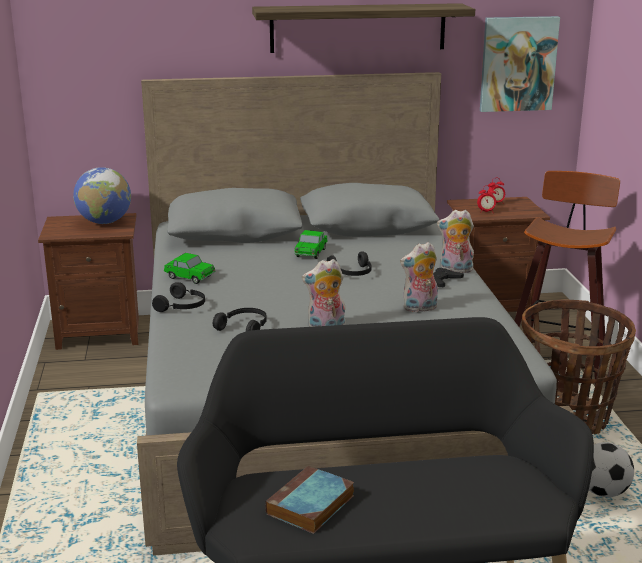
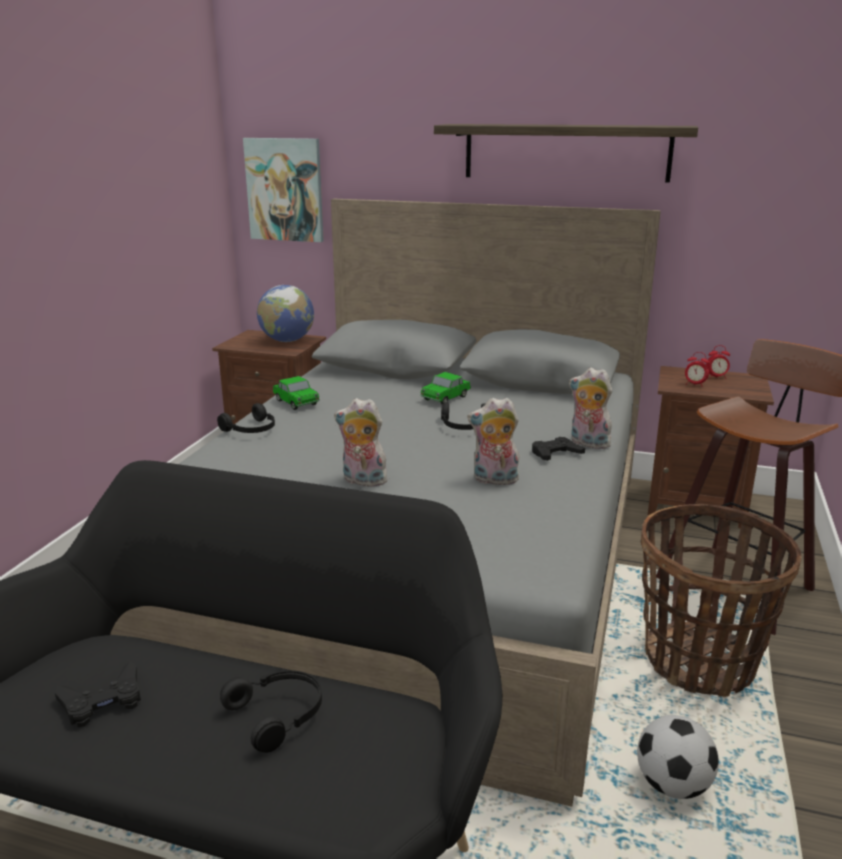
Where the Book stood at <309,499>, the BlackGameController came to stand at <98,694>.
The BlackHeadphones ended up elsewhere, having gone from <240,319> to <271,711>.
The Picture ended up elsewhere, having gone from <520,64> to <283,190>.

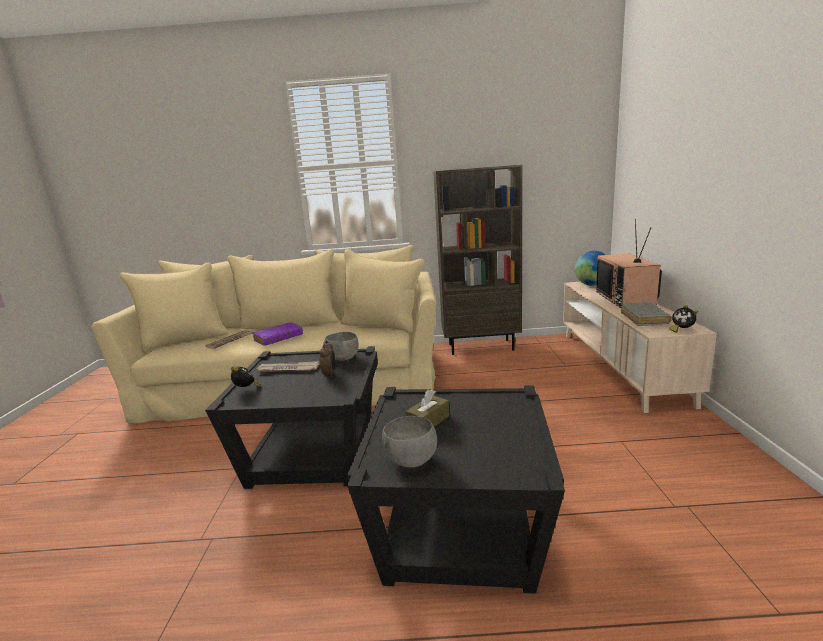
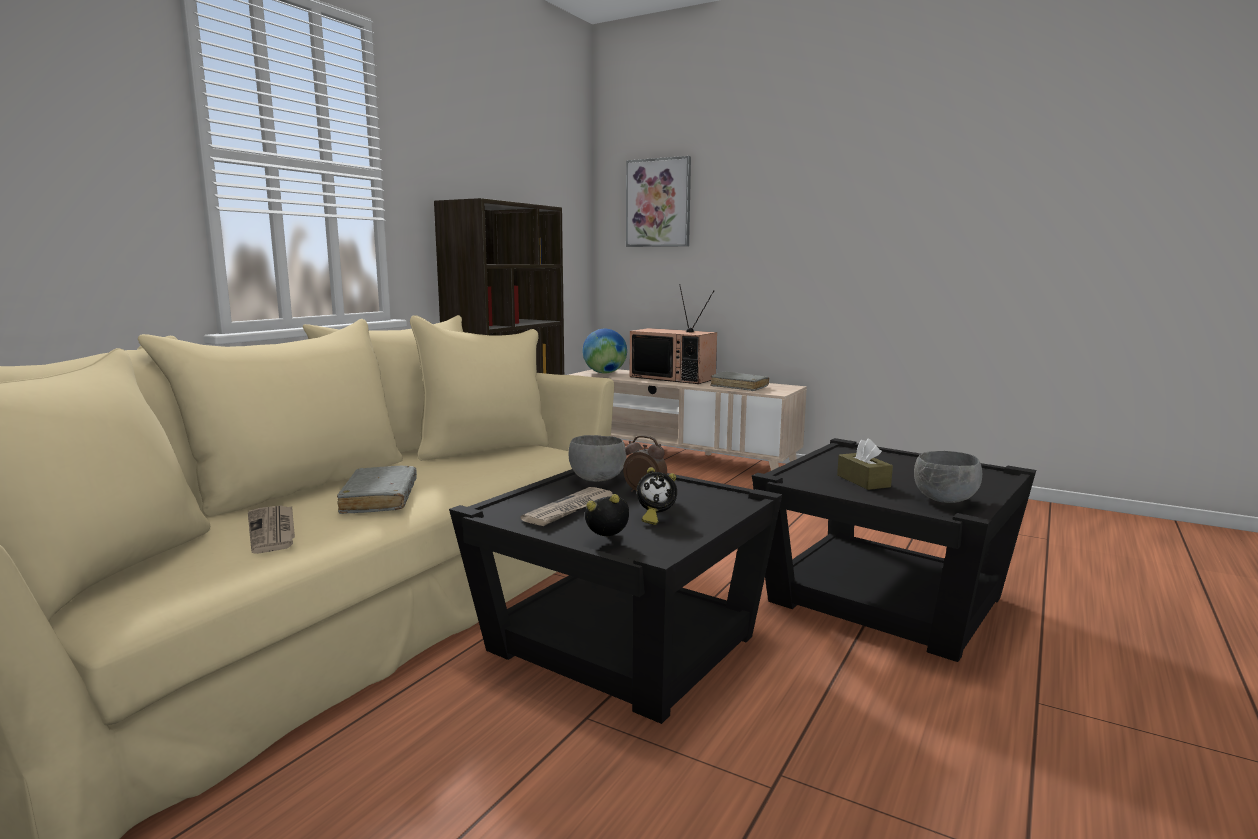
What was the PurpleBook at <277,334> turned into the GreyBook at <377,490>.
The second view gained the Picture at <658,201>.
The AlarmClock ended up elsewhere, having gone from <683,319> to <657,496>.

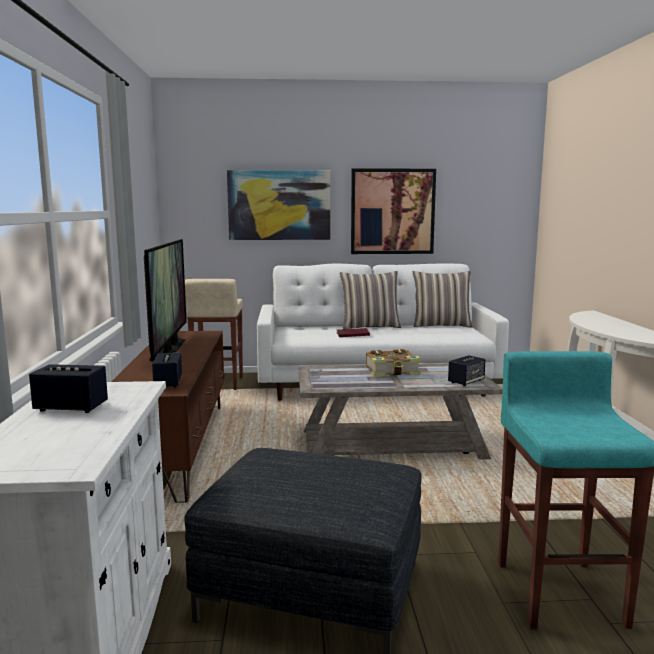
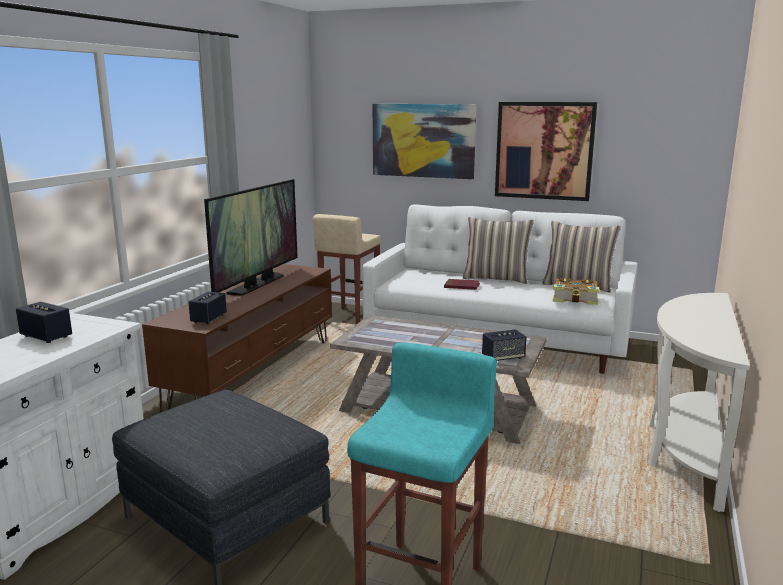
The Book ended up elsewhere, having gone from <393,363> to <576,291>.

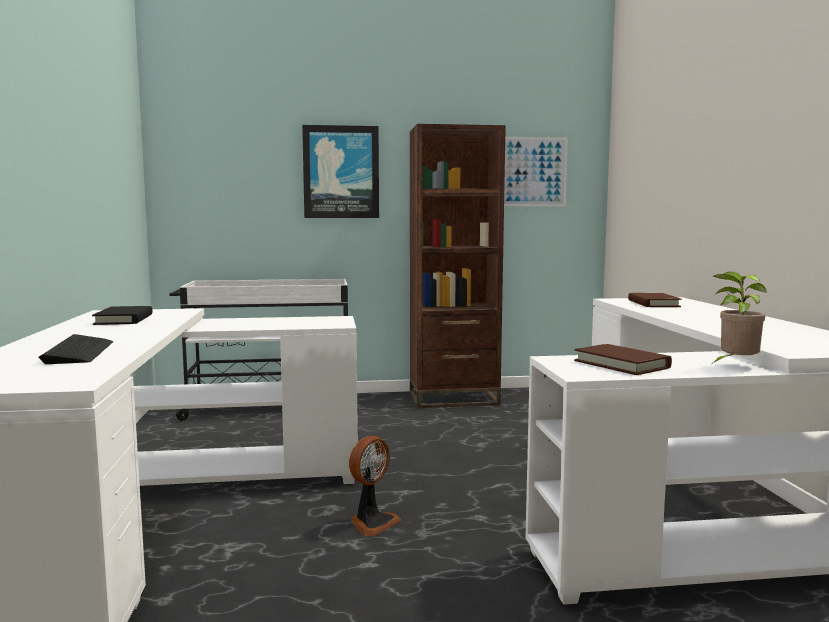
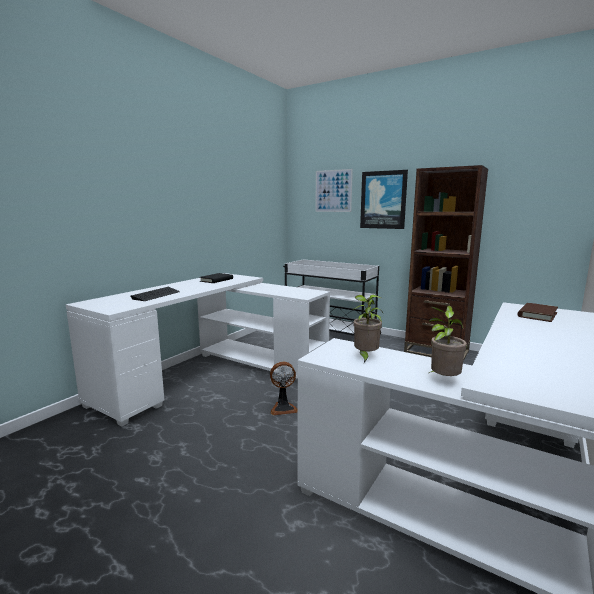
The Picture ended up elsewhere, having gone from <536,172> to <334,190>.
Where the BrownBook stood at <623,359>, the PottedPlant came to stand at <368,328>.

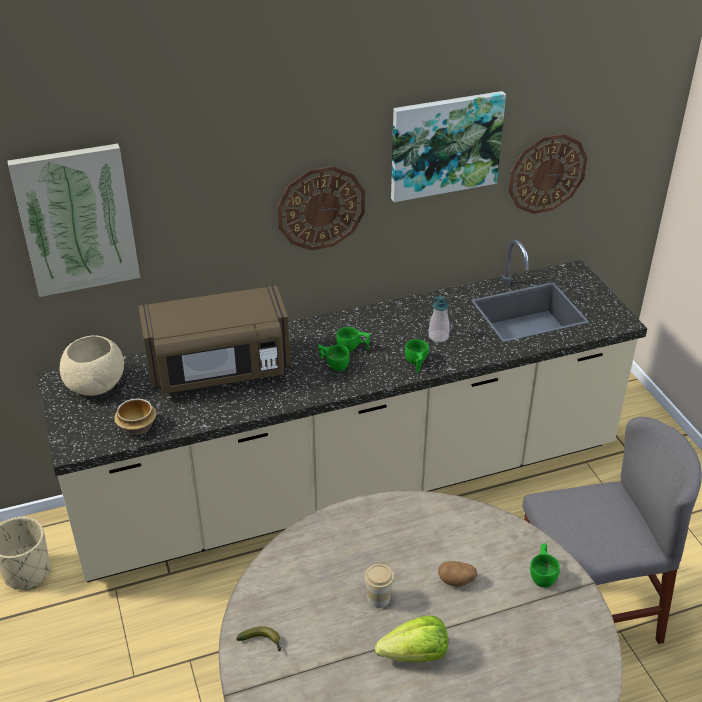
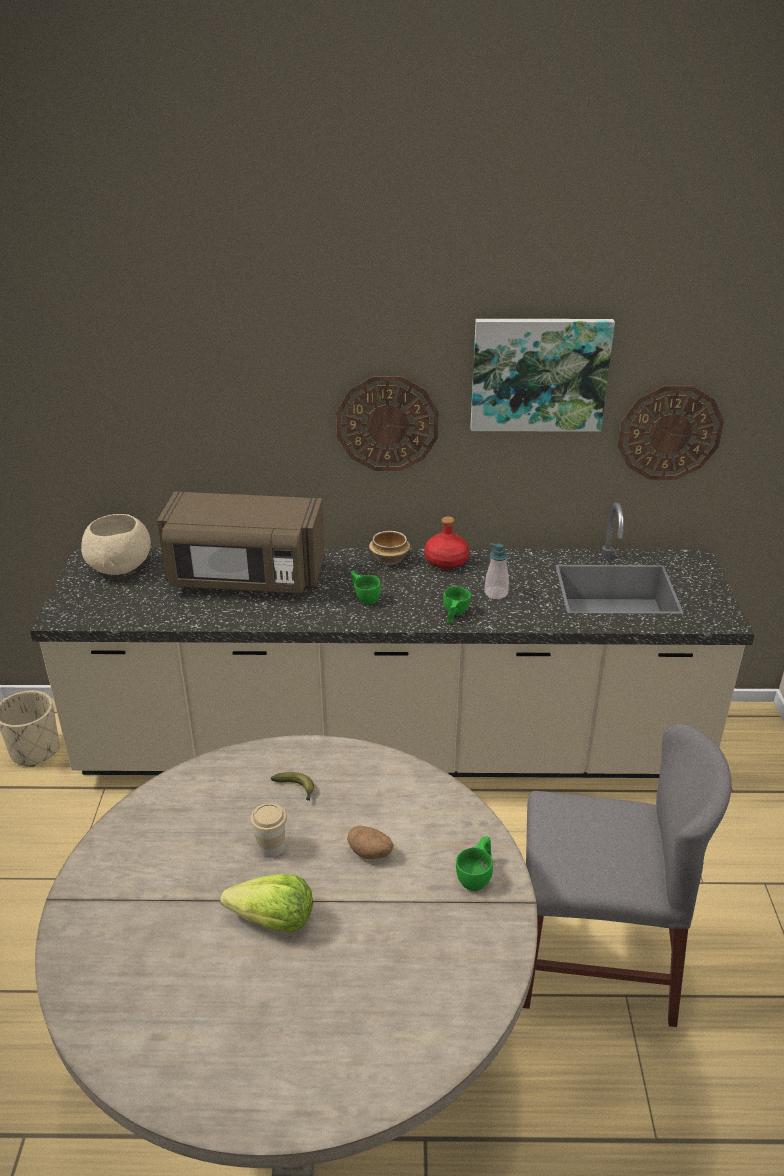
The Banana ended up elsewhere, having gone from <258,638> to <292,786>.
The Bowl ended up elsewhere, having gone from <135,417> to <389,548>.
The second view gained the RedBottle at <447,542>.
The second view lost the Picture at <73,220>.
The second view lost the GreenCup at <353,339>.

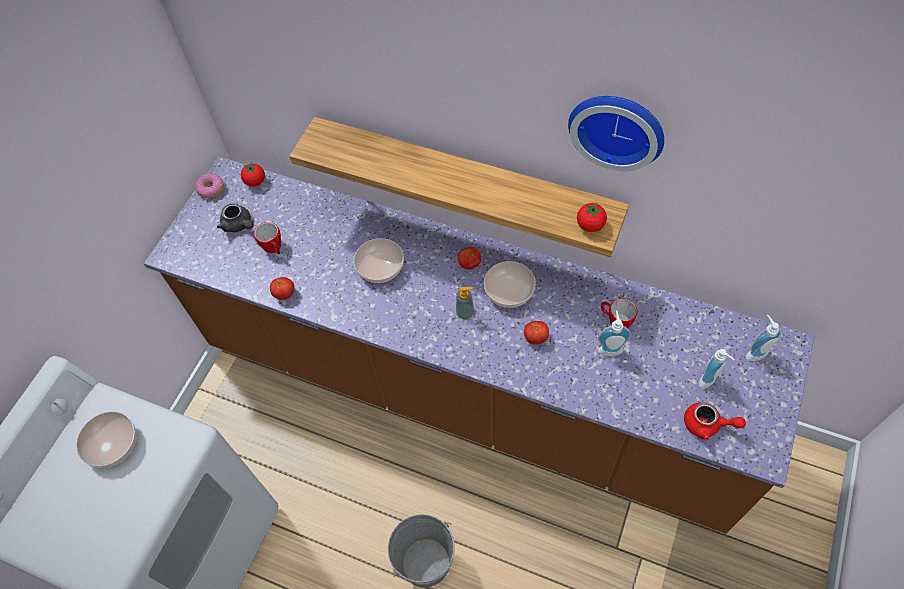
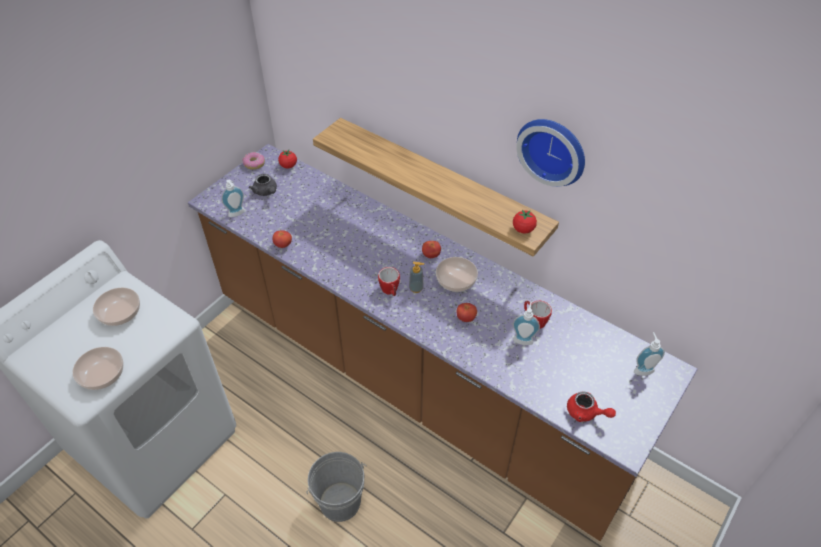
The Bowl ended up elsewhere, having gone from <379,260> to <98,368>.
The SoapDispenser ended up elsewhere, having gone from <717,369> to <233,198>.
The Mug ended up elsewhere, having gone from <267,238> to <389,281>.

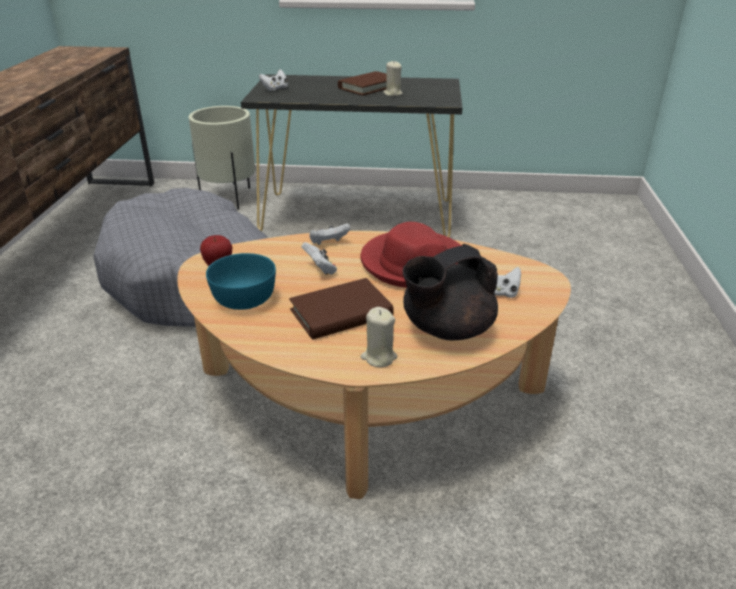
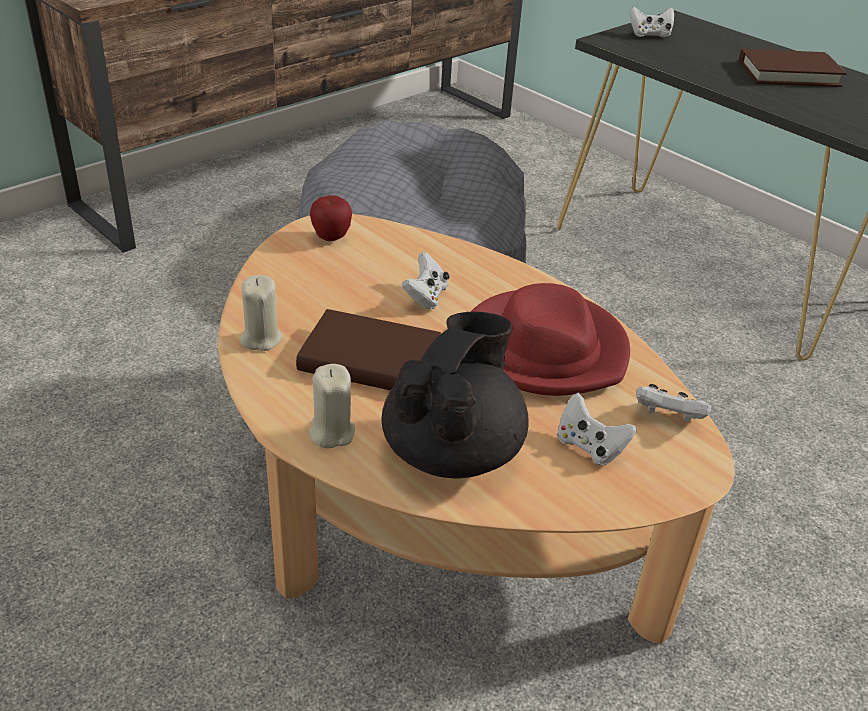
The BeigeCandle ended up elsewhere, having gone from <393,78> to <261,313>.
The BlackTeapot at <450,292> ended up facing another way, 105 degrees clockwise from before.
The WhiteGameController ended up elsewhere, having gone from <330,234> to <673,403>.
The second view lost the BeigePlanter at <221,158>.
The second view lost the TurquoiseBowl at <241,281>.

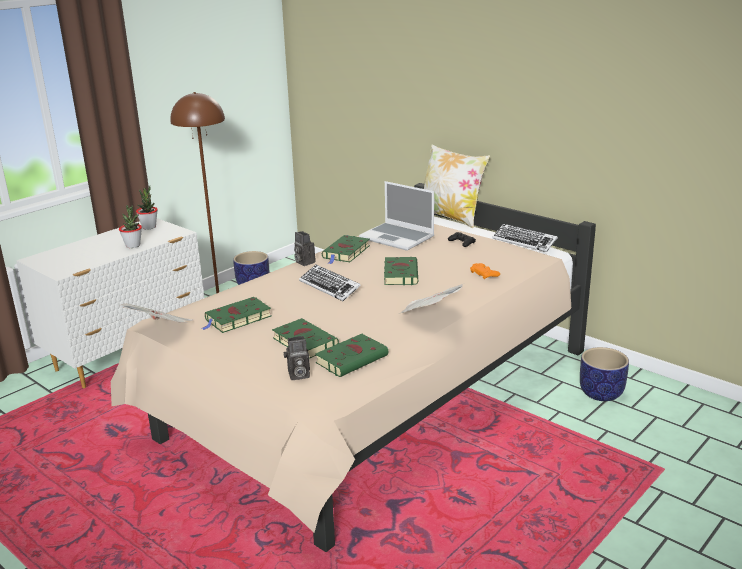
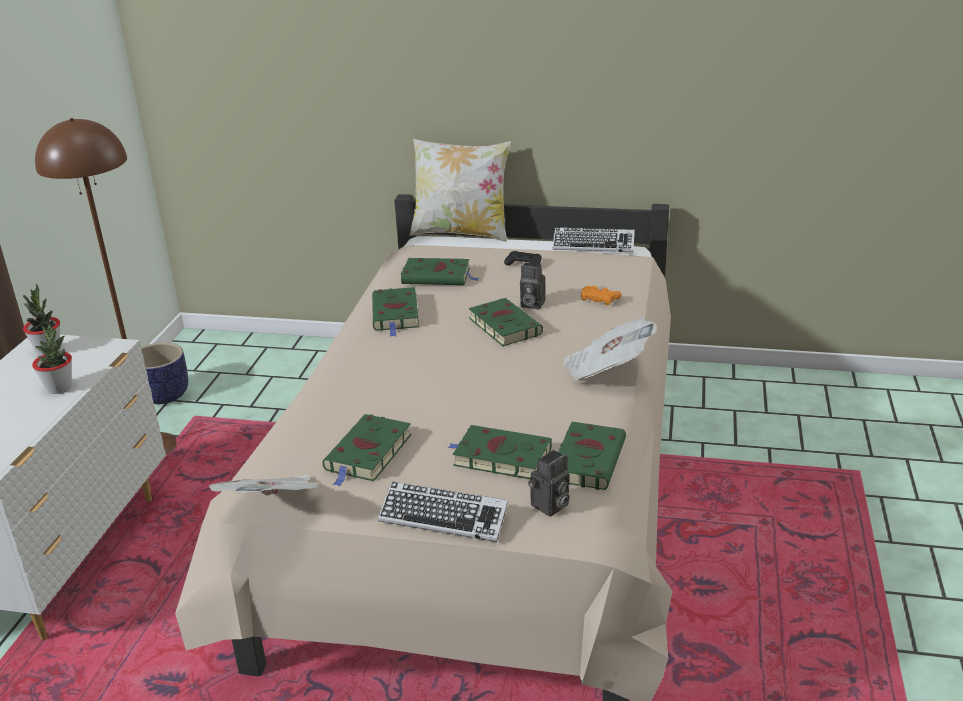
The Keyboard ended up elsewhere, having gone from <330,283> to <443,511>.
Where the Laptop stood at <396,216>, the GreenBook came to stand at <440,271>.
The PhotoCamera ended up elsewhere, having gone from <305,248> to <532,286>.
The second view lost the Planter at <604,374>.

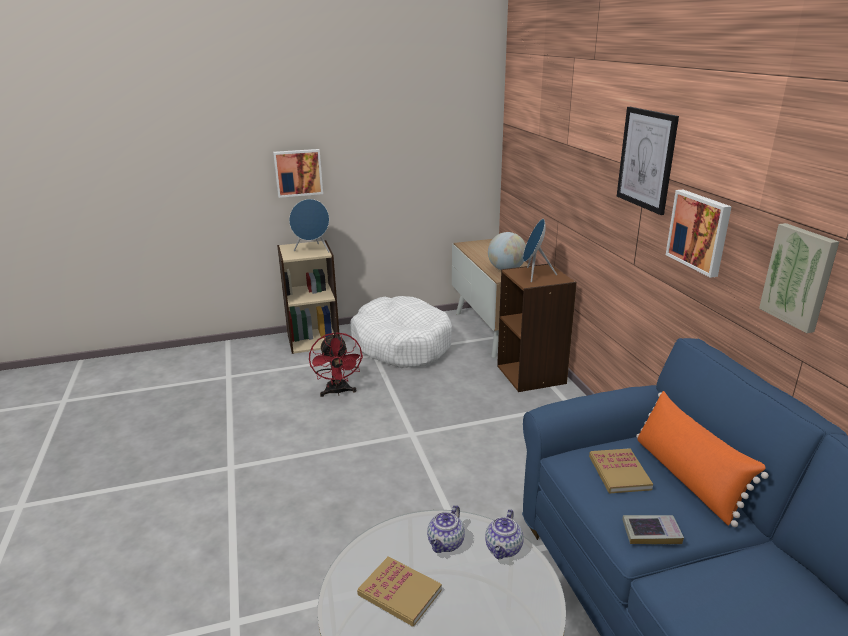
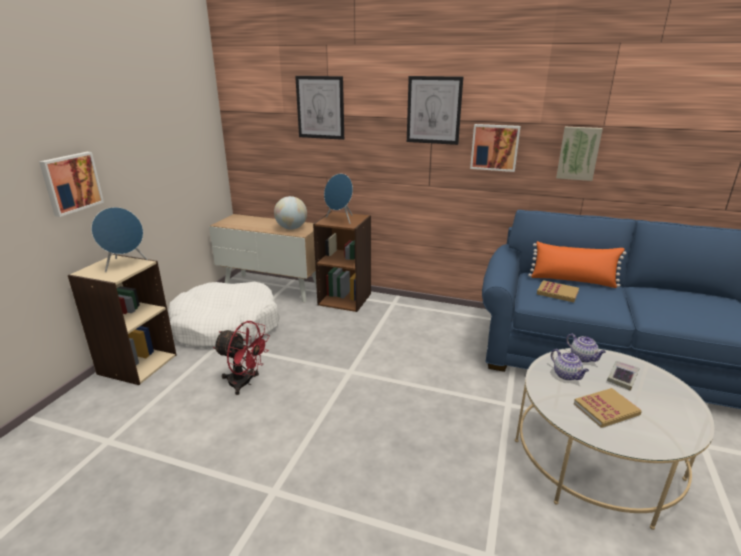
The second view gained the Picture at <319,108>.
The Book ended up elsewhere, having gone from <653,529> to <623,376>.

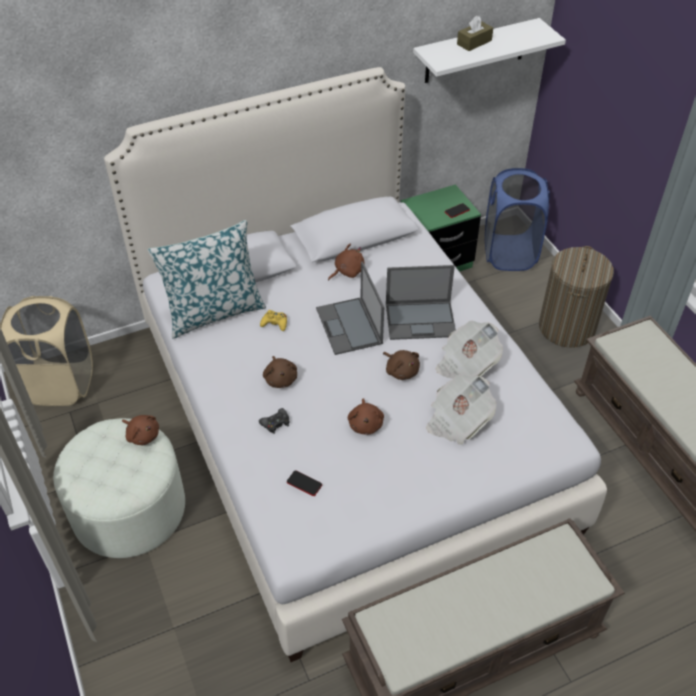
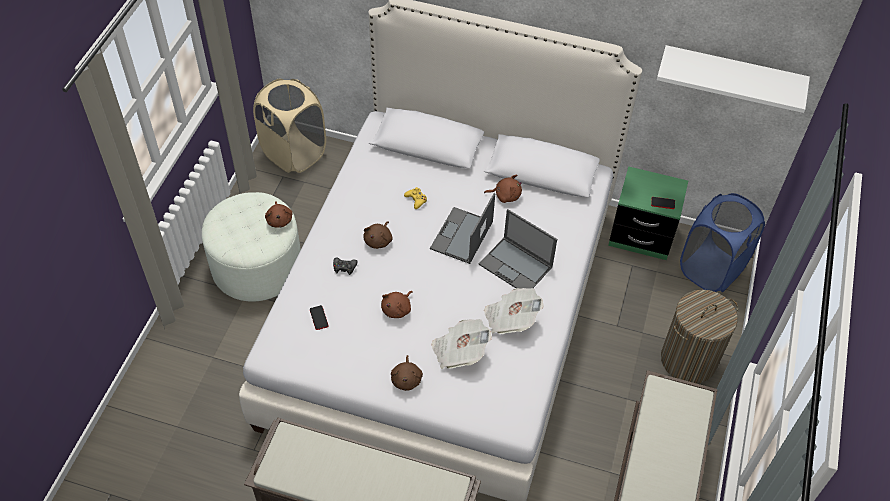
The BrownPlushToy ended up elsewhere, having gone from <401,365> to <407,373>.
The second view lost the Pillow at <207,279>.
The second view lost the BrownTissueBox at <475,33>.

